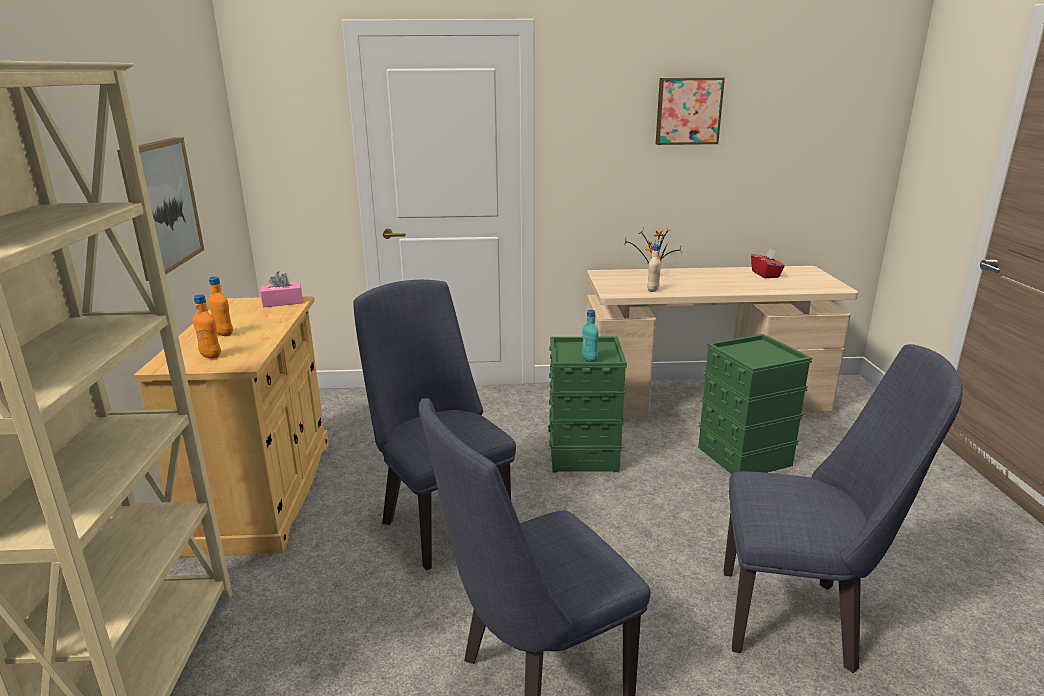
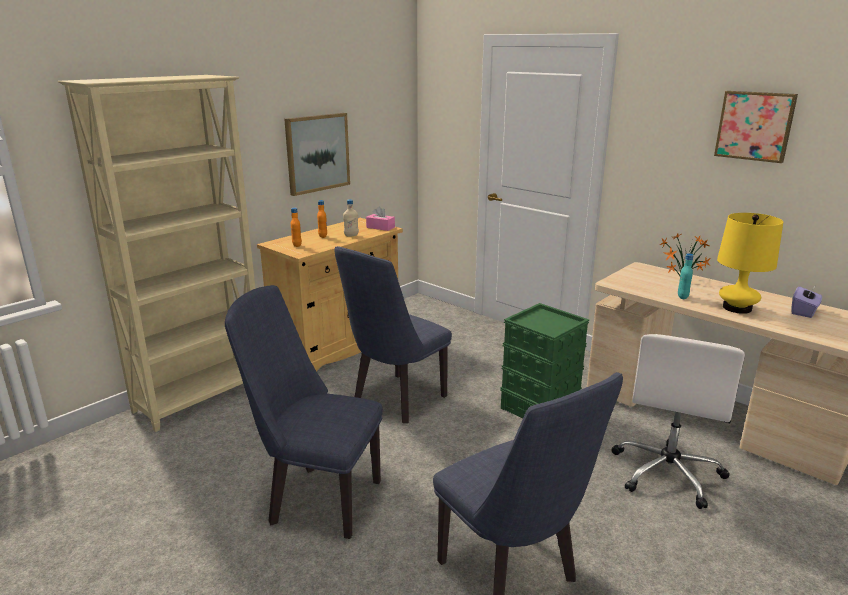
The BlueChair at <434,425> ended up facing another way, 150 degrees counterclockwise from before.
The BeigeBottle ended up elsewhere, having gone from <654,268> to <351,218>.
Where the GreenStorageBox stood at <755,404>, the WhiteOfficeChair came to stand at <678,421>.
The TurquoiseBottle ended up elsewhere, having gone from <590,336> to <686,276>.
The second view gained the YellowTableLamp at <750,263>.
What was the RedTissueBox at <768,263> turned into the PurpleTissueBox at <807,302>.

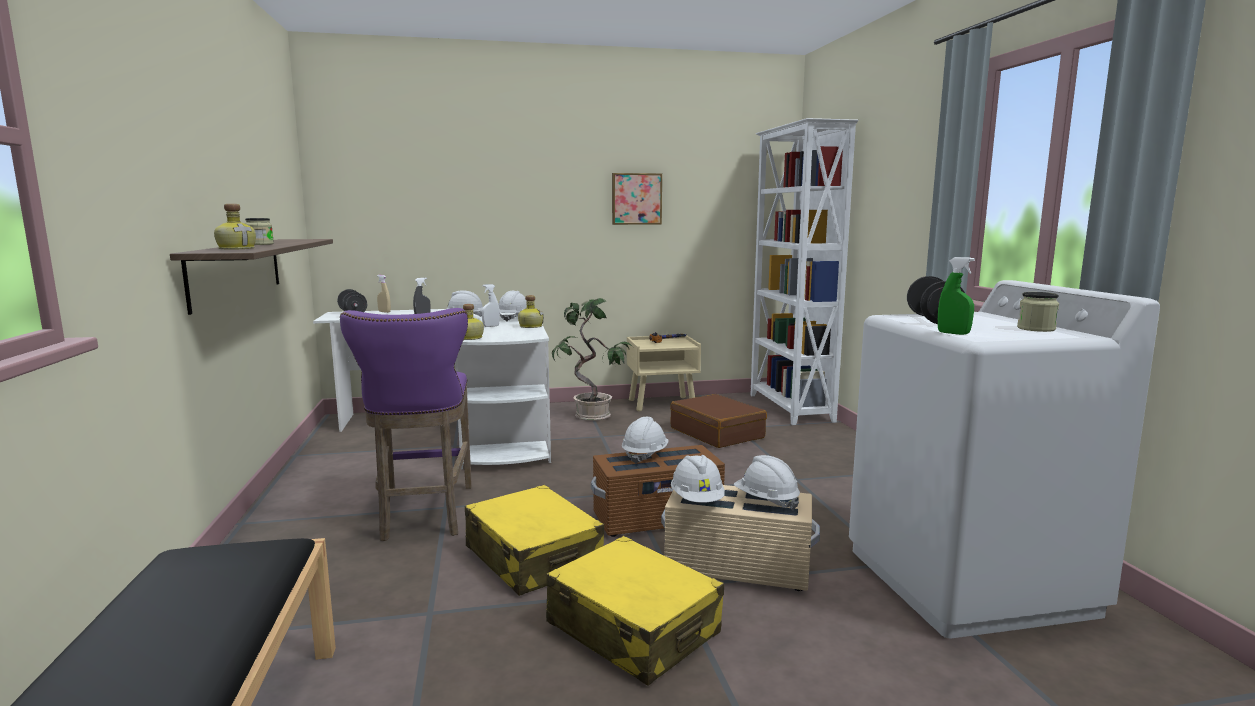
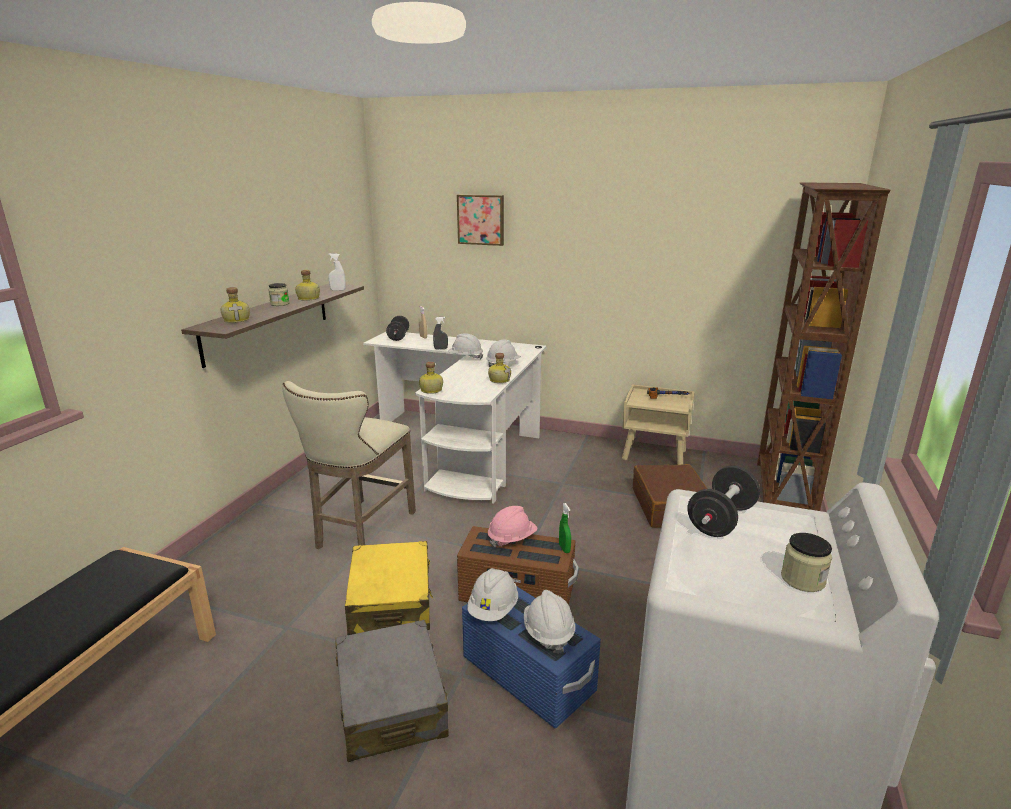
What was the PurpleStool at <406,424> turned into the BeigeStool at <349,465>.
The second view gained the Bottle at <307,285>.
The WhiteSprayBottle ended up elsewhere, having gone from <491,305> to <337,272>.
What was the YellowSuitcase at <635,611> turned into the GreySuitcase at <392,691>.
The Picture ended up elsewhere, having gone from <637,199> to <480,220>.
What was the BeigeStorageBox at <740,538> turned into the BlueStorageBox at <531,657>.
What was the WhiteHardHat at <645,440> turned into the PinkHardHat at <513,526>.
The GreenSprayBottle ended up elsewhere, having gone from <956,296> to <565,528>.
What was the WhiteBookcase at <804,271> turned into the BrownBookcase at <823,346>.
The second view lost the PottedPlant at <592,359>.

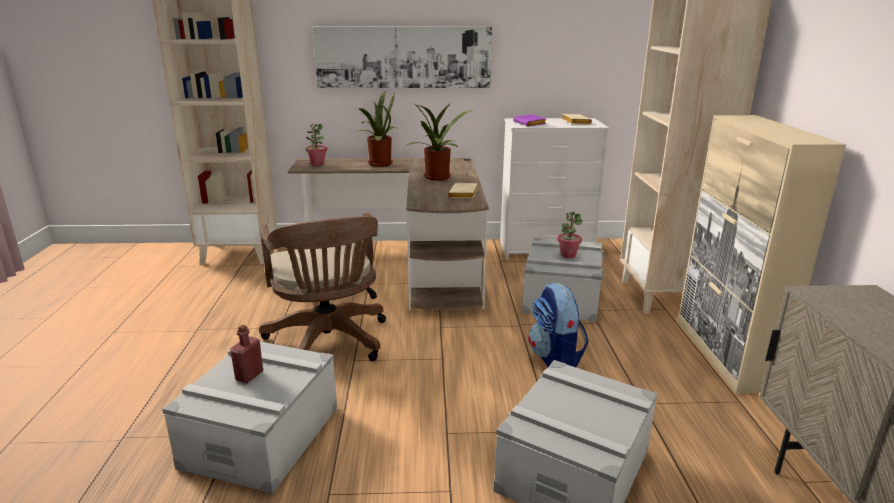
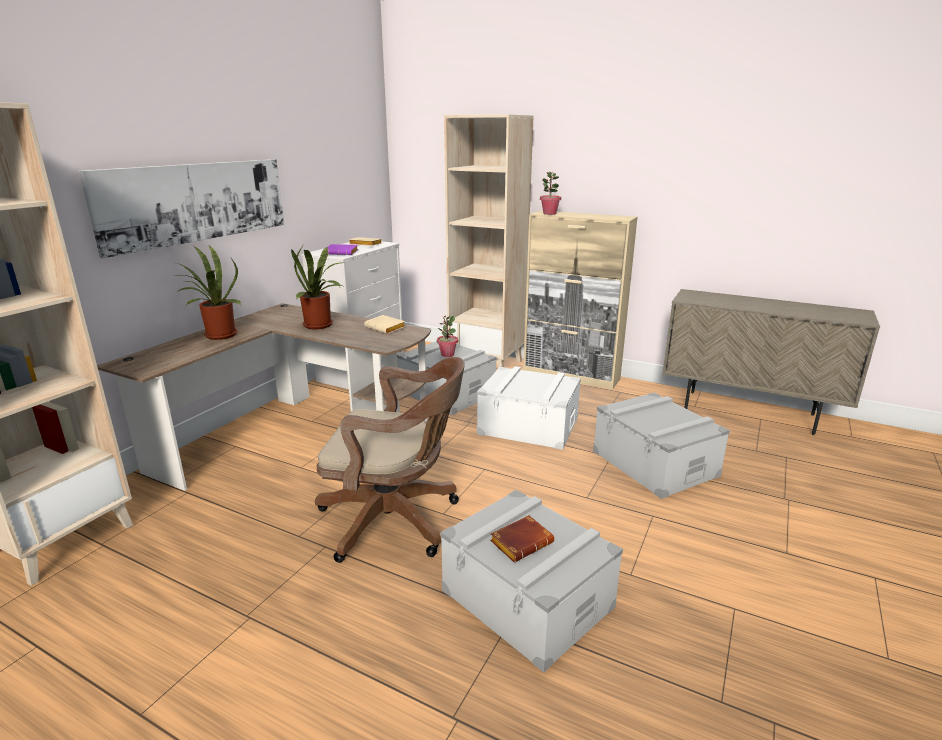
Where the Backpack stood at <558,325>, the WhiteStorageBox came to stand at <529,408>.
Where the RedBottle stood at <246,354>, the BrownBook came to stand at <522,539>.
The PottedPlant ended up elsewhere, having gone from <316,145> to <550,193>.

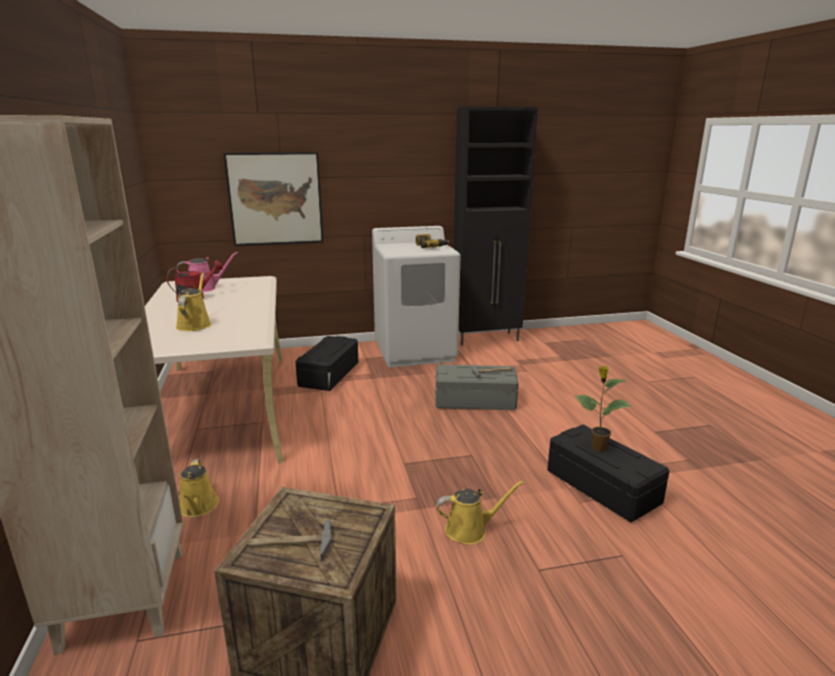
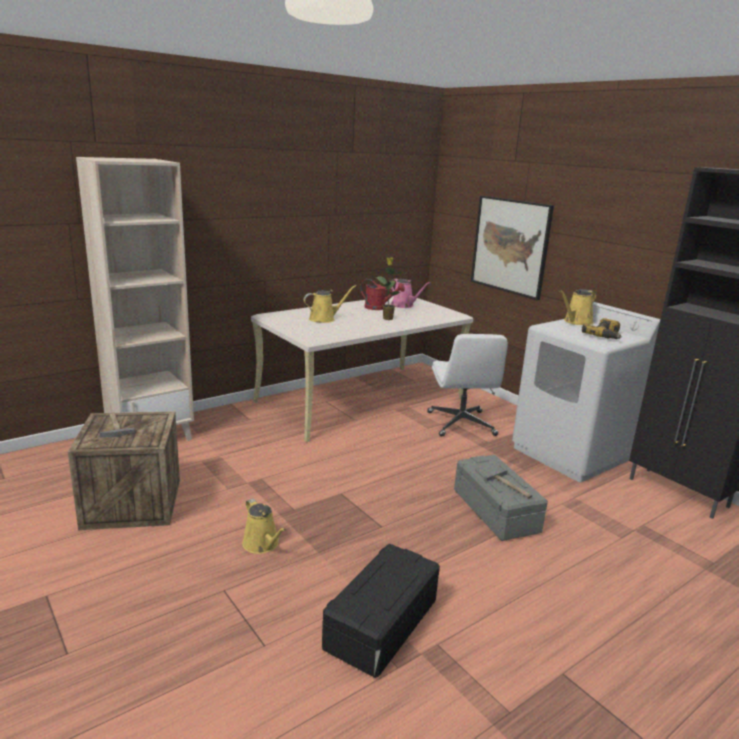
The PottedPlant ended up elsewhere, having gone from <603,409> to <391,288>.
Where the BlackStorageBox stood at <326,363>, the WhiteOfficeChair came to stand at <467,385>.
The YellowWateringCan ended up elsewhere, having gone from <199,488> to <577,307>.

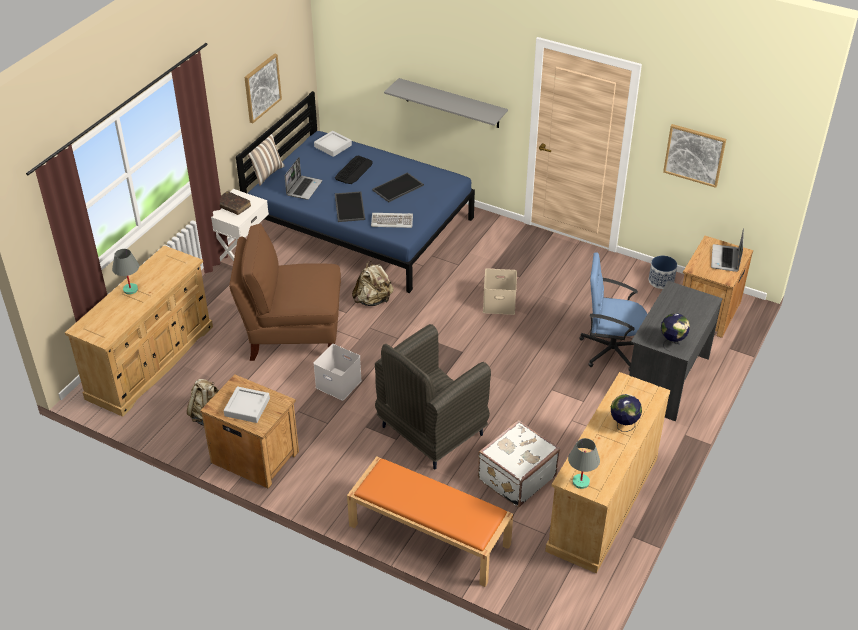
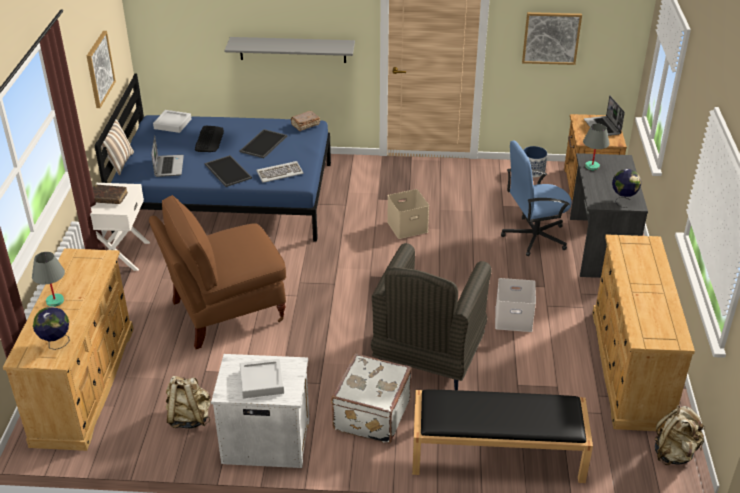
The Globe ended up elsewhere, having gone from <626,413> to <51,328>.
What was the BrownNightstand at <249,431> turned into the WhiteNightstand at <260,411>.
The second view gained the BrownBook at <305,121>.
The WhiteSuitcase ended up elsewhere, having gone from <519,463> to <371,398>.
What was the OrangeBench at <430,521> turned into the BlackBench at <502,436>.
The WhiteStorageBox ended up elsewhere, having gone from <337,372> to <515,305>.
The GreyTableLamp ended up elsewhere, having gone from <584,463> to <596,147>.
The BeigeBackpack ended up elsewhere, having gone from <373,283> to <680,435>.

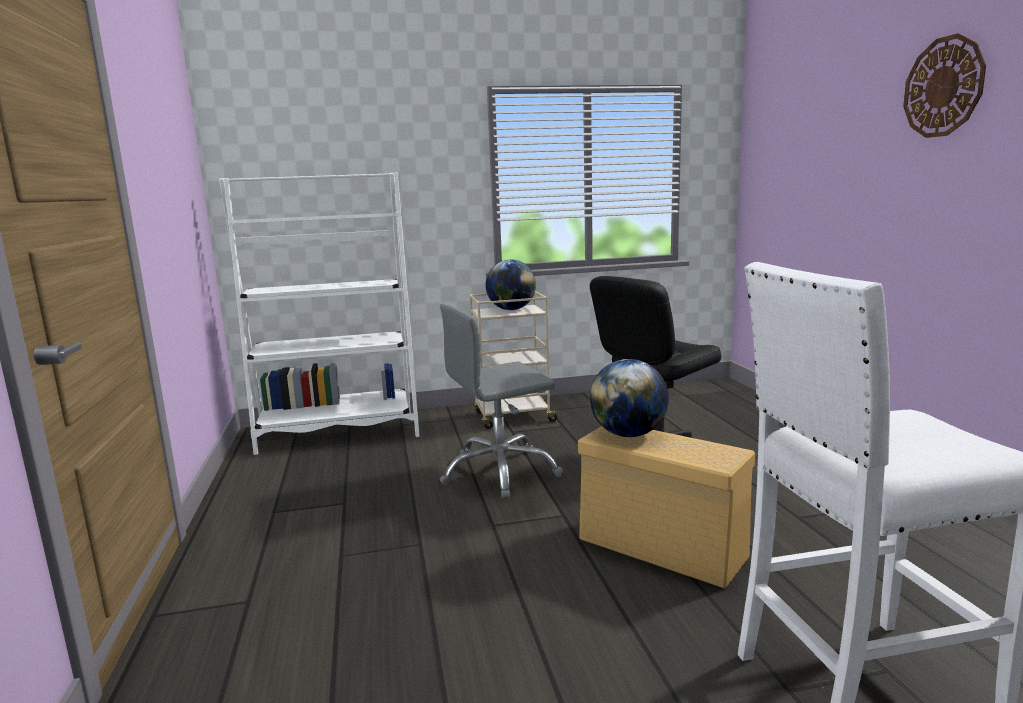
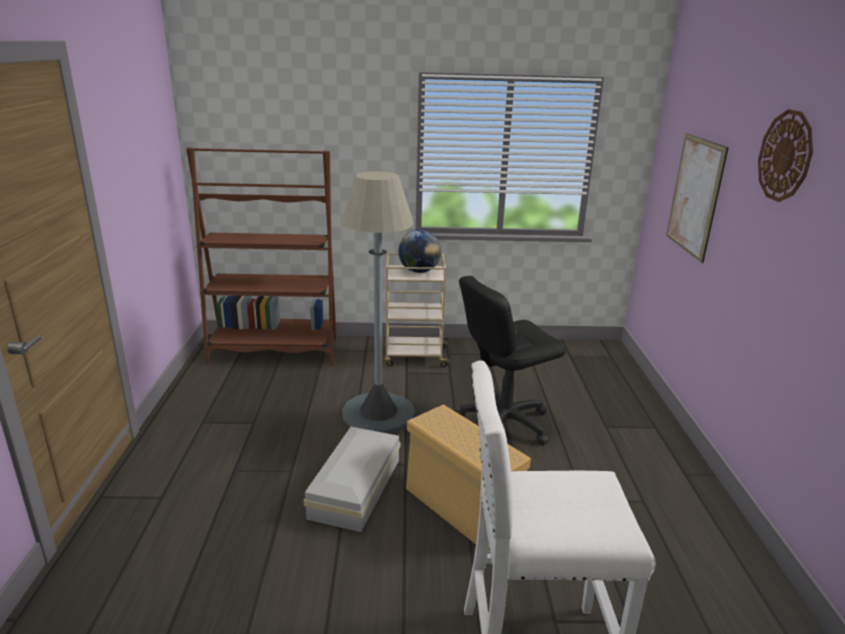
What was the WhiteBookcase at <319,313> turned into the BrownBookcase at <261,256>.
The second view gained the WhiteStorageBox at <351,479>.
Where the GreyOfficeChair stood at <501,401>, the GreyFloorLamp came to stand at <378,302>.
The second view gained the Picture at <697,198>.
The second view lost the Globe at <629,398>.

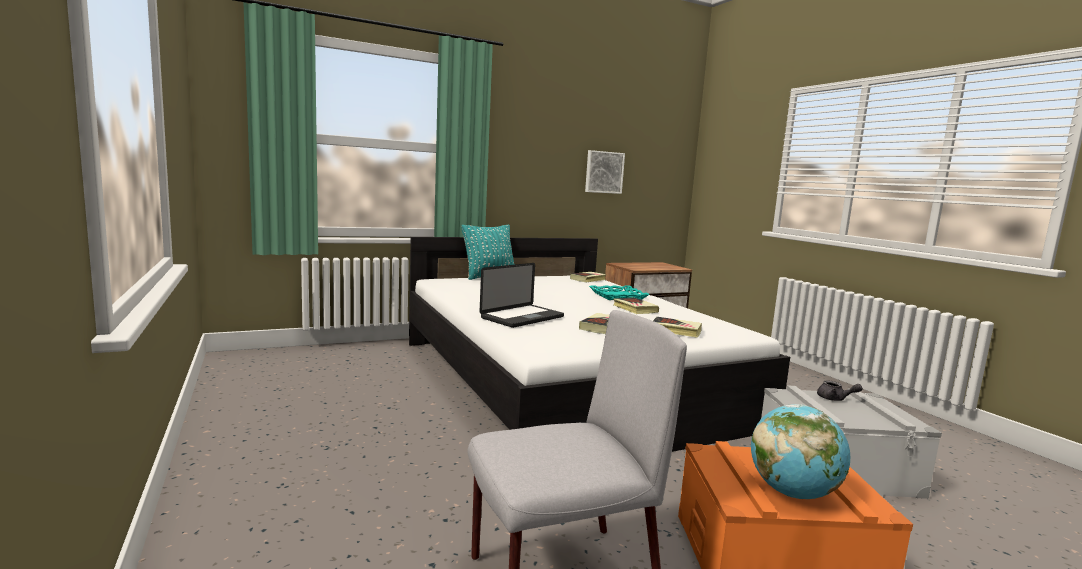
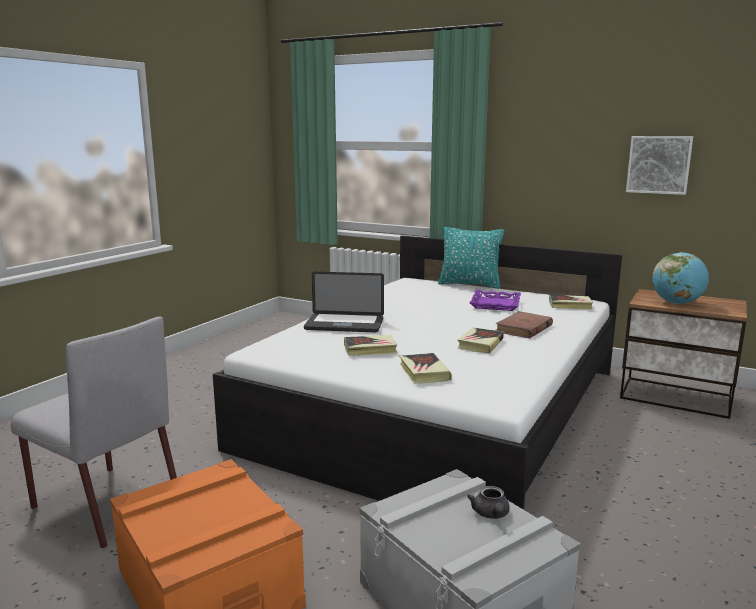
The second view gained the PurpleTray at <495,300>.
Where the TurquoiseTray stood at <619,292>, the BrownBook came to stand at <524,324>.
The Globe ended up elsewhere, having gone from <800,451> to <680,278>.

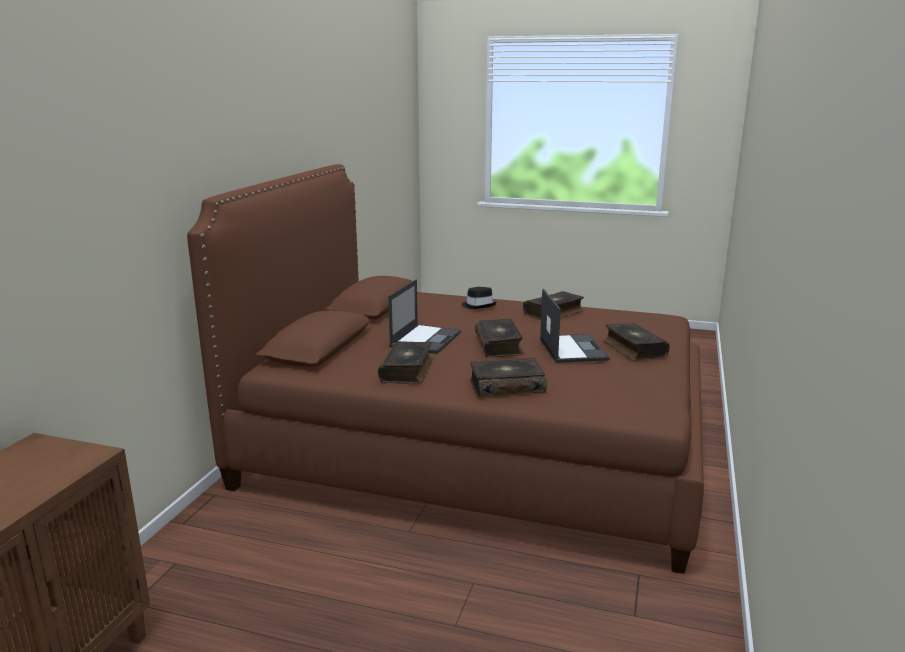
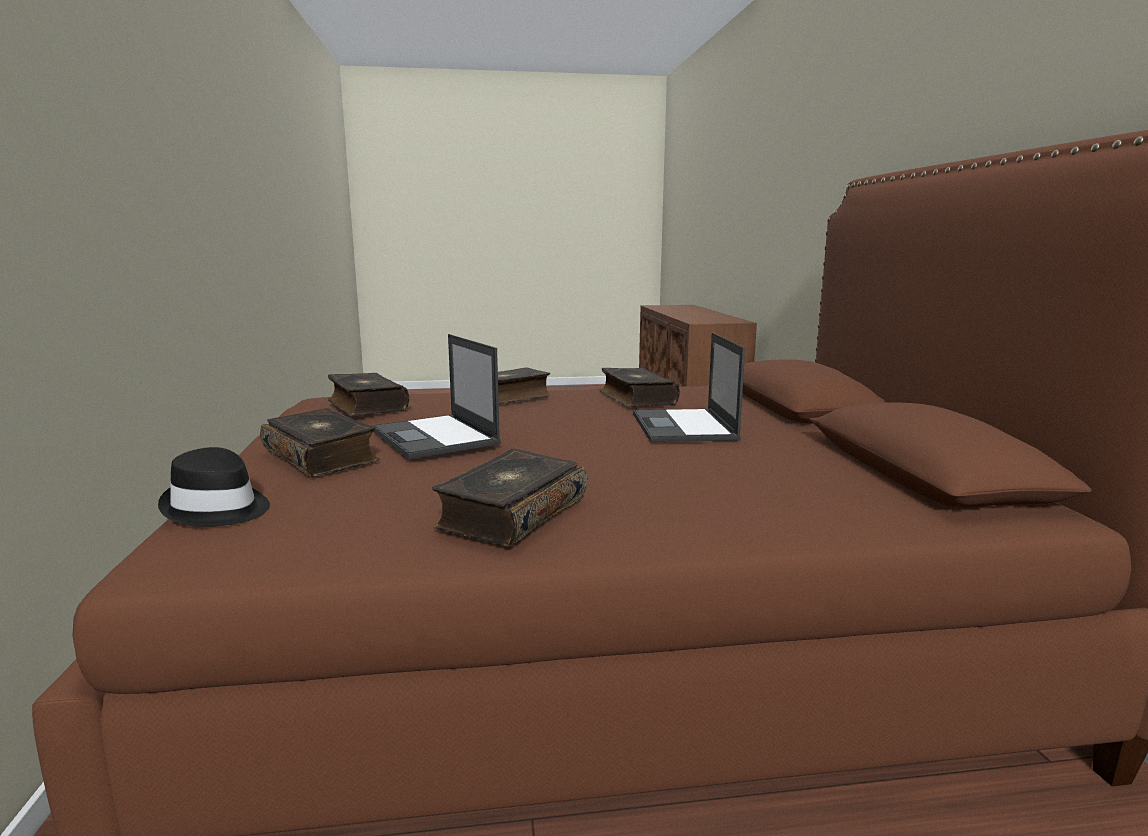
The BlackHat ended up elsewhere, having gone from <479,298> to <214,487>.
The Book ended up elsewhere, having gone from <499,338> to <368,394>.

